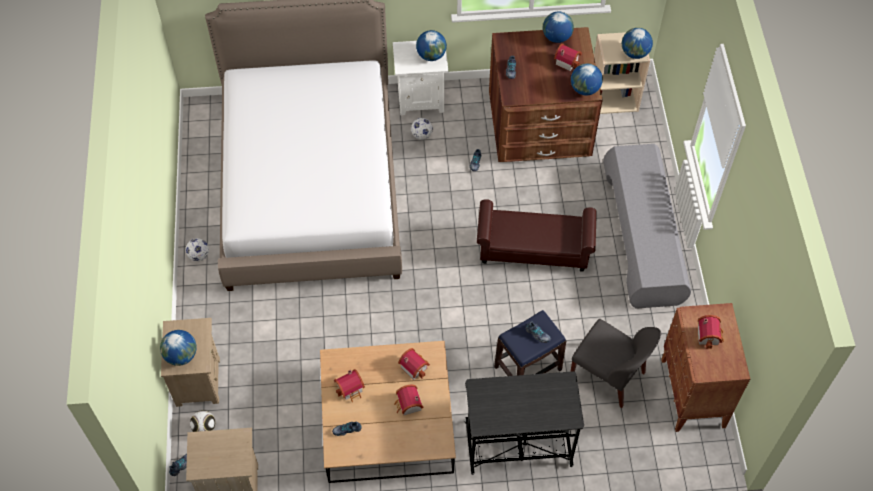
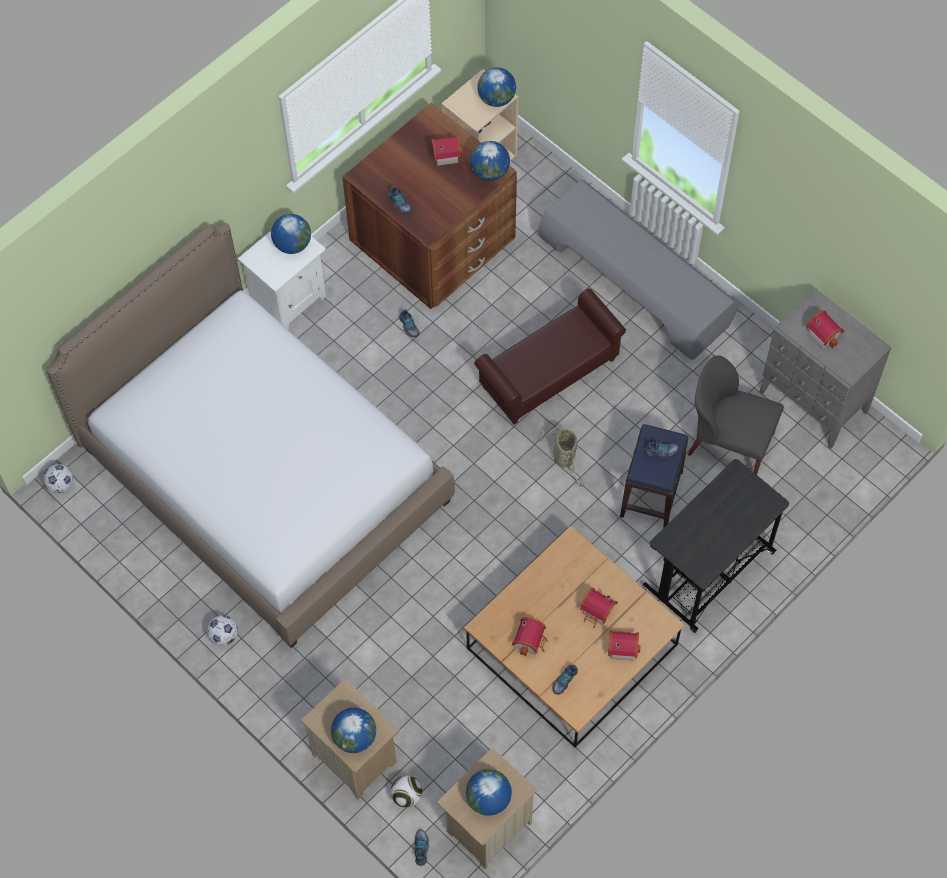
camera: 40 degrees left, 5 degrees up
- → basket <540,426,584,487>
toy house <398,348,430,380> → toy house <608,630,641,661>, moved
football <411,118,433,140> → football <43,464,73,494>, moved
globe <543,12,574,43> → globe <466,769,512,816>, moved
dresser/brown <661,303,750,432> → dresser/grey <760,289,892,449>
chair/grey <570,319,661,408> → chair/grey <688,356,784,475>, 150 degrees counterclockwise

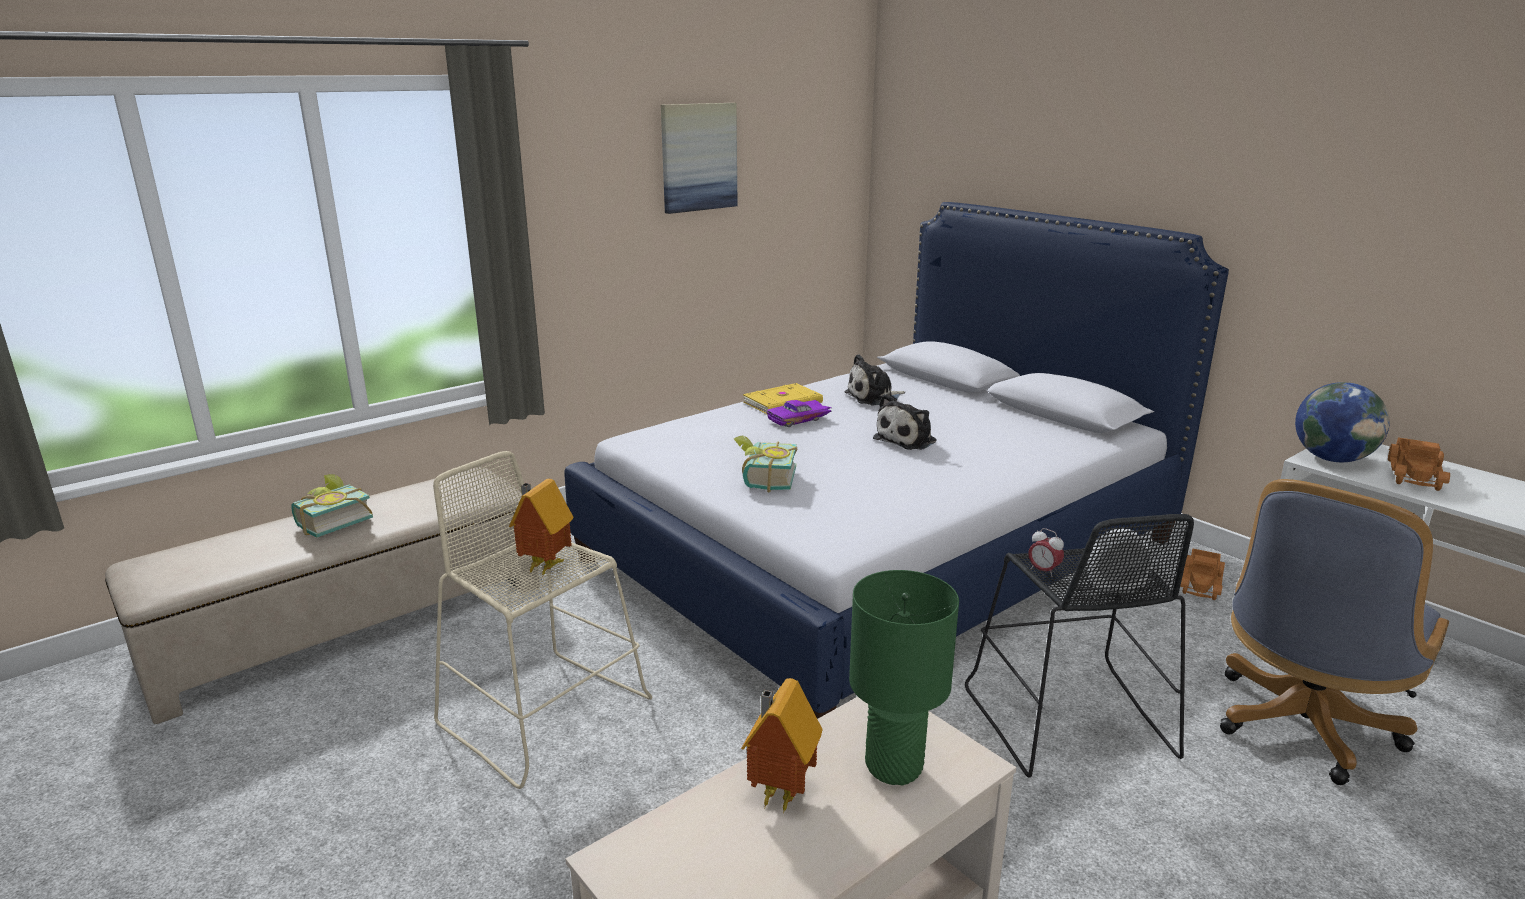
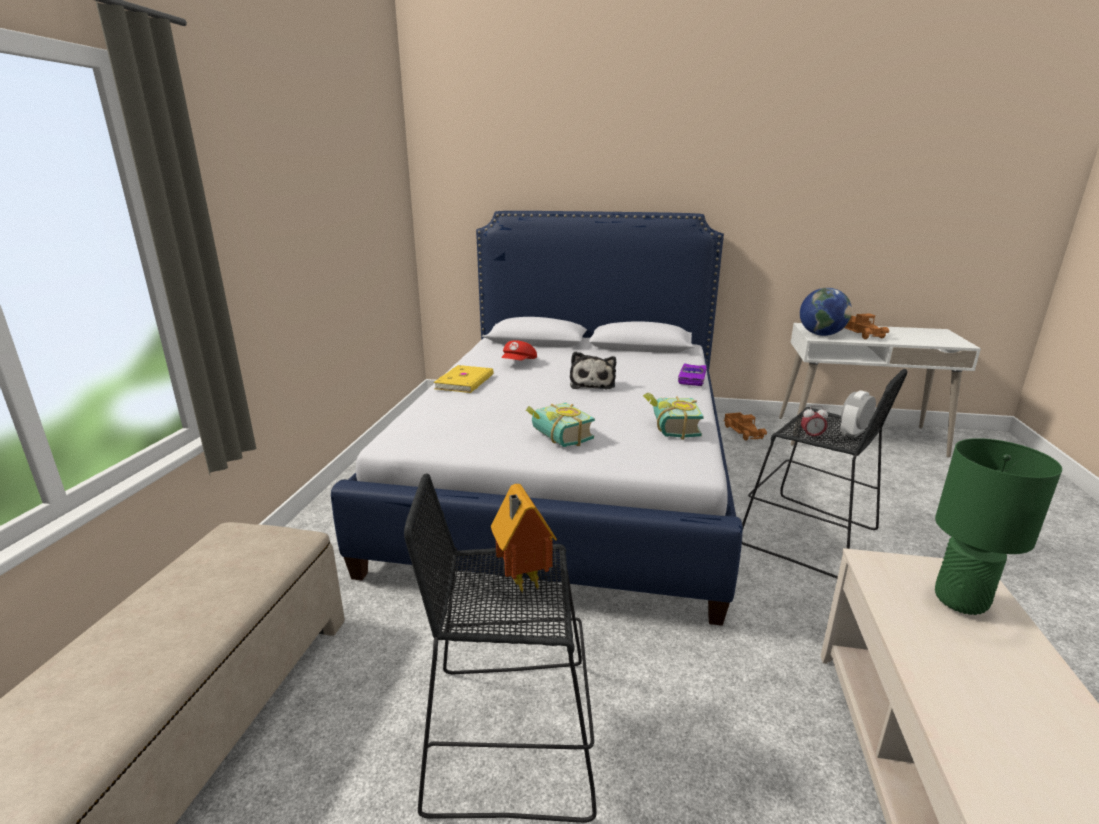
camera: 40 degrees left, 0 degrees up
picture <661,103,738,214> → -
toy house <741,678,823,814> → -
office chair/blue <1220,479,1449,785> → -
book <291,474,373,537> → book <643,393,704,440>, moved
toy car/purple <767,400,832,427> → toy car/purple <678,363,707,386>, moved
plush toy <845,354,905,405> → cap/red <501,340,537,360>
stool/beige <433,451,652,789> → stool/black <404,473,596,823>

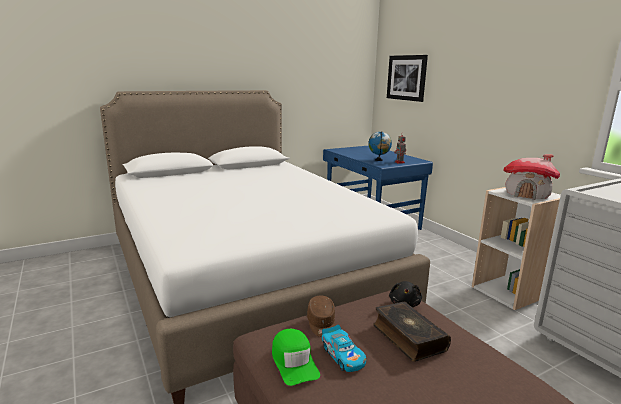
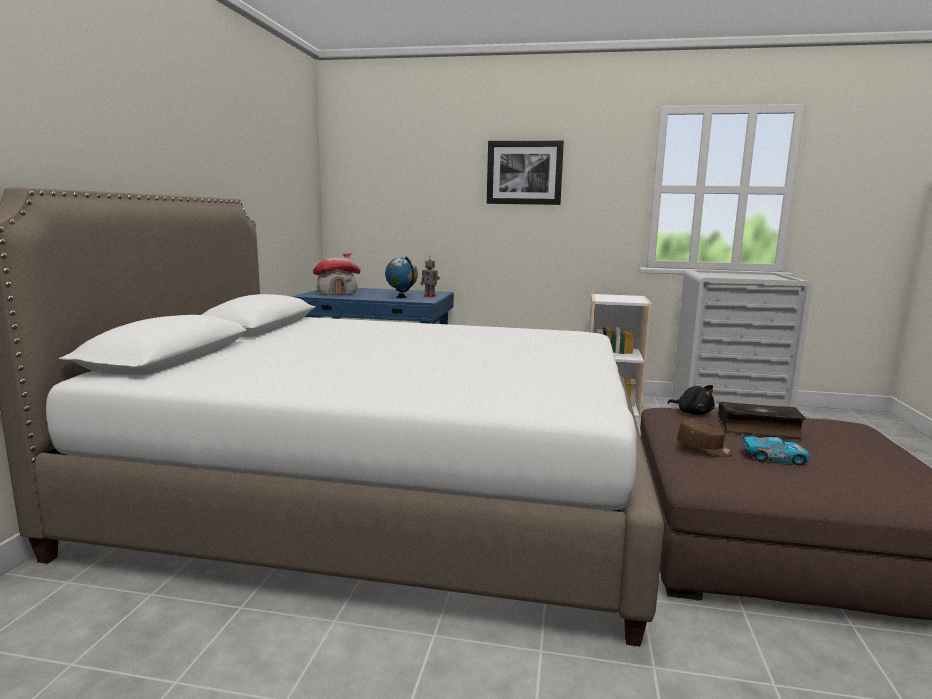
camera: 50 degrees left, 5 degrees down
cap/green <272,329,320,386> → -
picture <387,55,428,102> → picture <487,141,564,205>, moved
toy house <503,154,560,200> → toy house <313,253,360,295>, moved

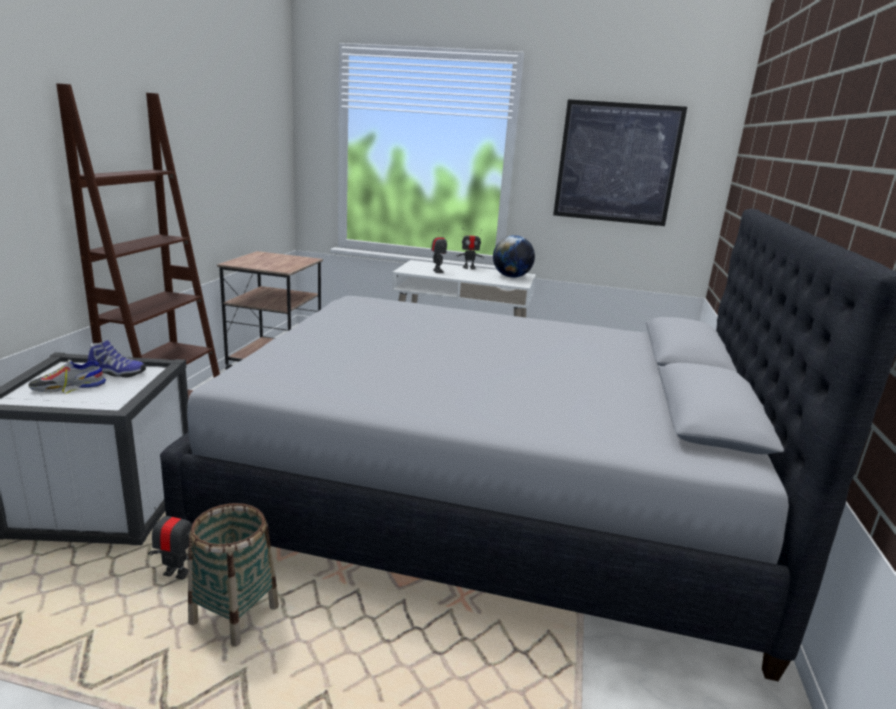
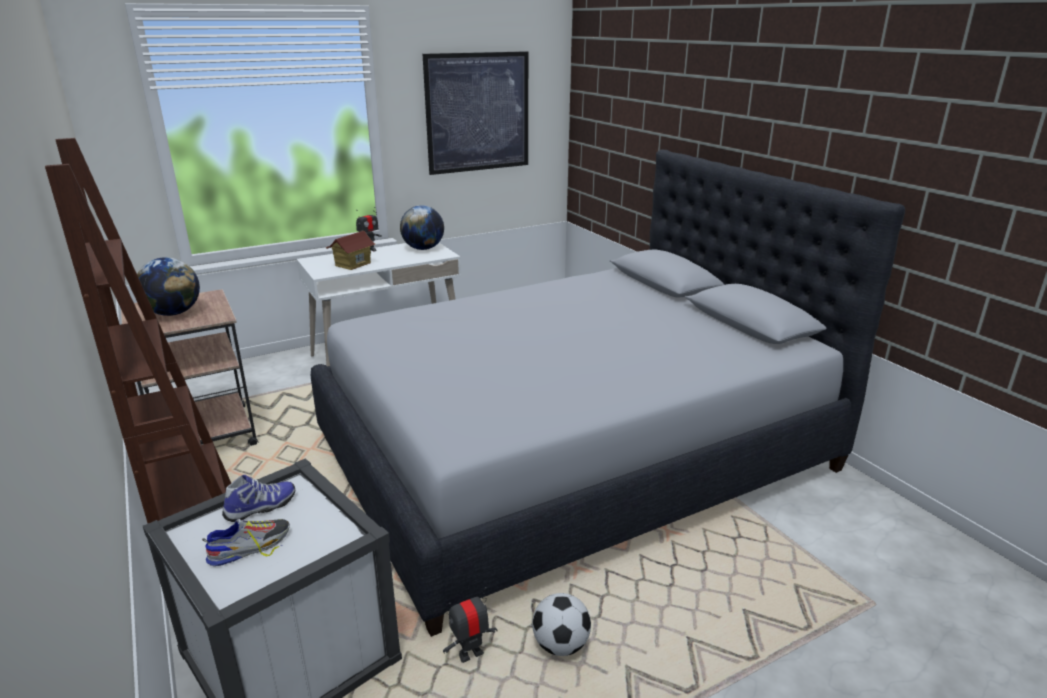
camera: 40 degrees left, 5 degrees up
- → globe <137,257,200,316>
basket <188,503,279,647> → football <532,593,591,656>
toy robot <431,232,447,273> → toy house <325,231,375,270>
shoe <29,360,106,394> → shoe <202,519,290,566>, 150 degrees counterclockwise

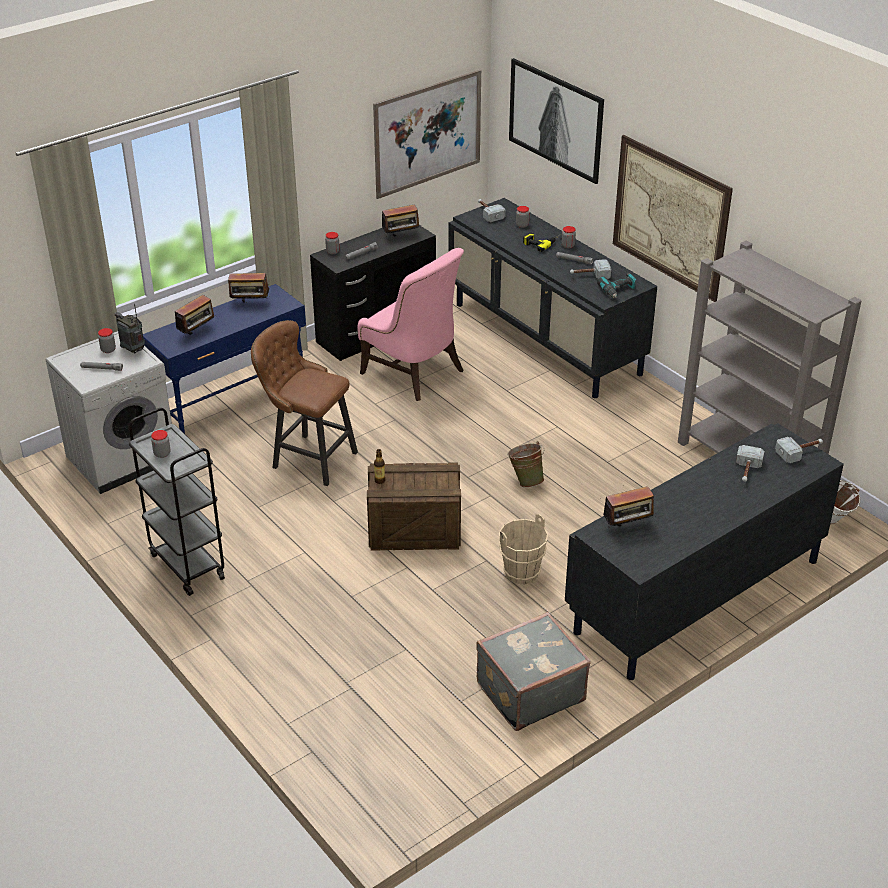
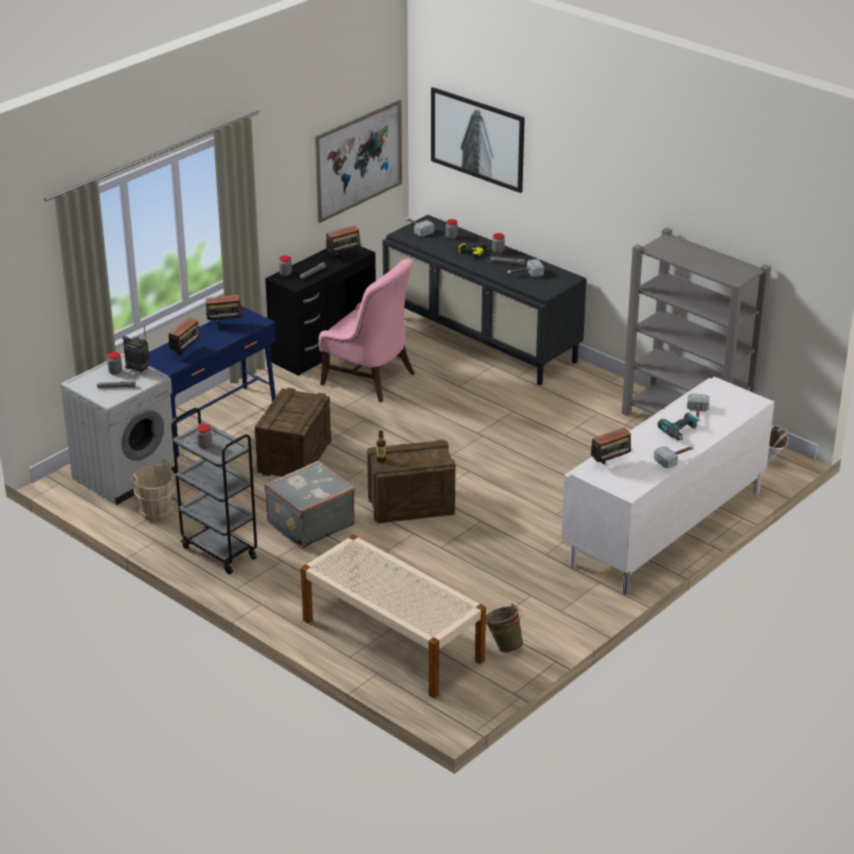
camera: 10 degrees left, 5 degrees down
picture <613,135,733,302> → -
- → bench/beige <301,534,486,698>
suitcase/grey <476,612,591,731> → suitcase/grey <264,461,355,549>, moved
bucket/beige <499,514,548,584> → bucket/beige <132,459,175,522>, moved
bucket/green <507,441,544,488> → bucket/green <486,604,524,653>, moved
power drill <597,273,636,298> → power drill <657,413,697,441>, moved
hammer <775,437,823,463> → hammer <654,445,694,468>, moved
stool/brown <251,320,358,486> → crate <254,388,331,477>
cabinet/black <565,423,844,680> → cabinet/white <561,377,774,595>

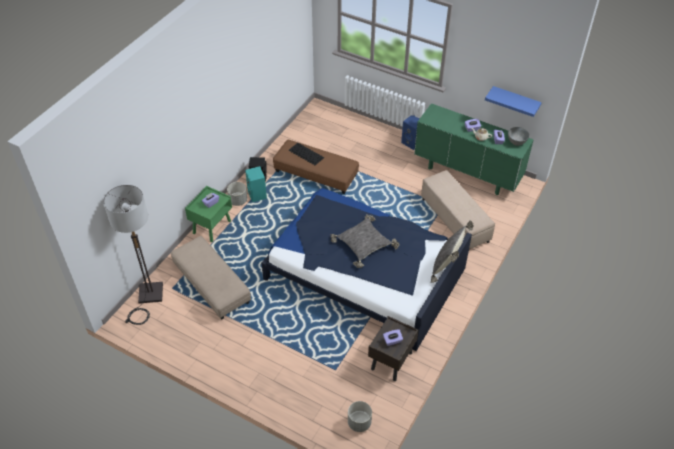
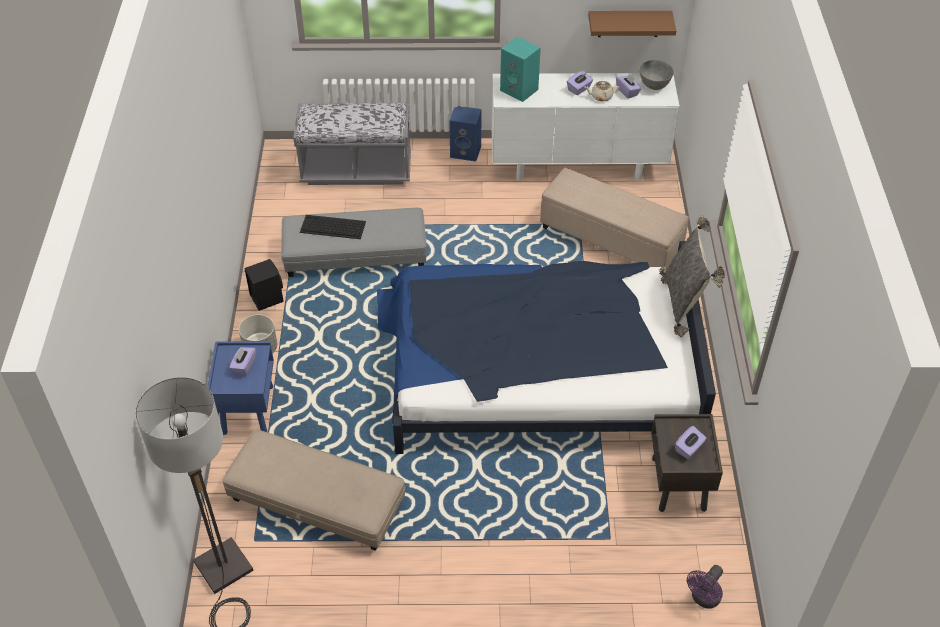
camera: 30 degrees left, 0 degrees up
pillow <330,215,400,268> → -
- → bench/grey <293,103,411,185>
speaker/turquoise <245,166,267,202> → speaker/turquoise <500,36,541,102>, moved
planter/grey <348,401,372,432> → fan/purple <687,565,723,609>
nightstand/green <185,186,232,242> → nightstand/blue <207,341,274,435>
ottoman/brown <273,140,359,194> → ottoman/grey <281,208,427,277>
dresser/green <414,103,534,195> → dresser/white <492,73,680,181>
shelf/blue <485,86,542,117> → shelf/brown <588,11,676,37>

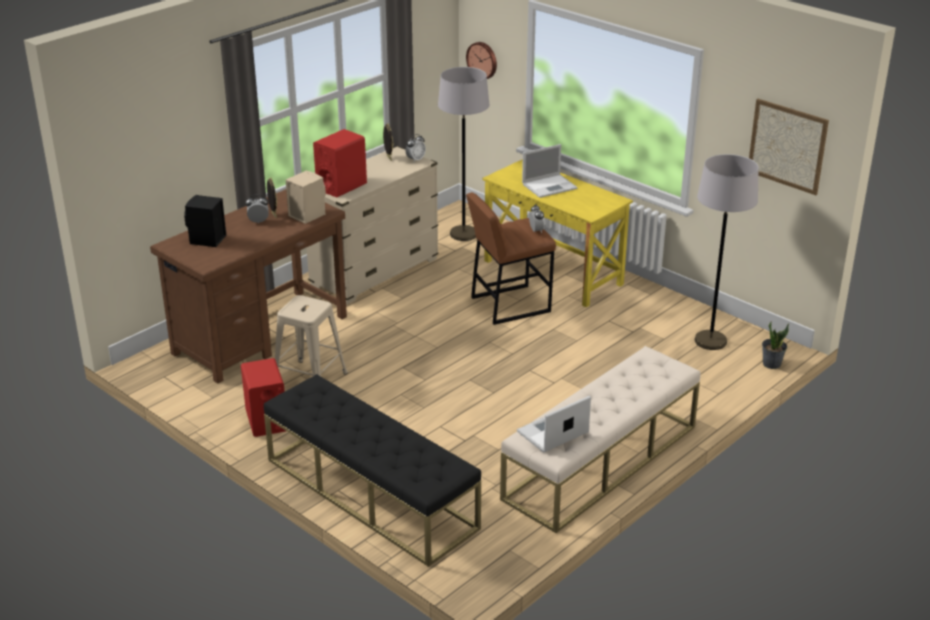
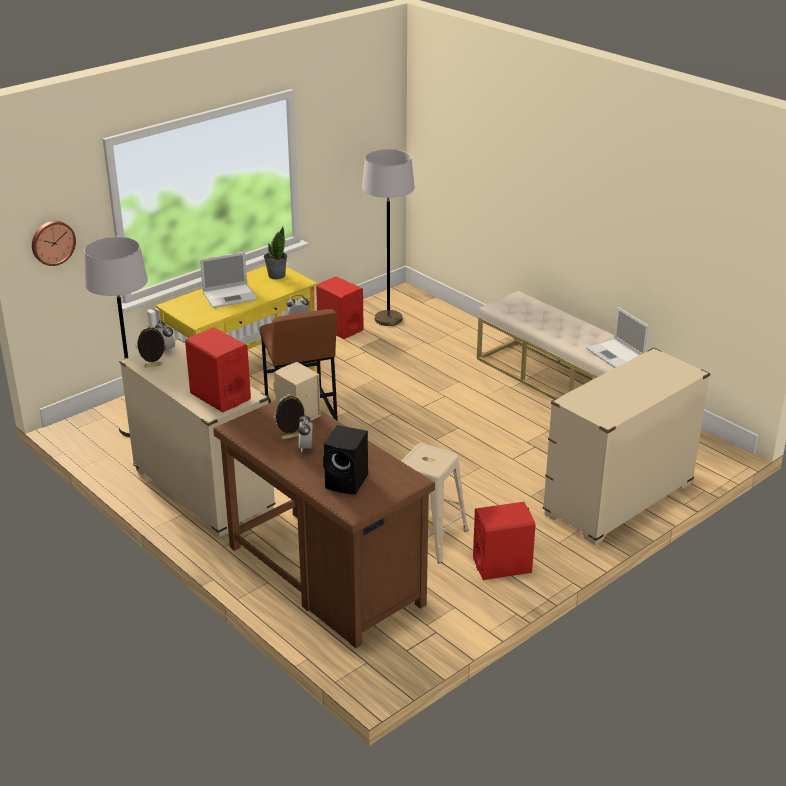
camera: 85 degrees left, 0 degrees up
picture <749,99,829,195> → -
- → speaker/red <316,276,364,339>
potted plant <762,322,789,369> → potted plant <264,227,288,279>, moved
bench/black <264,374,481,567> → dresser/beige <543,347,710,545>
laptop <522,144,578,198> → laptop <200,252,258,308>, 90 degrees clockwise

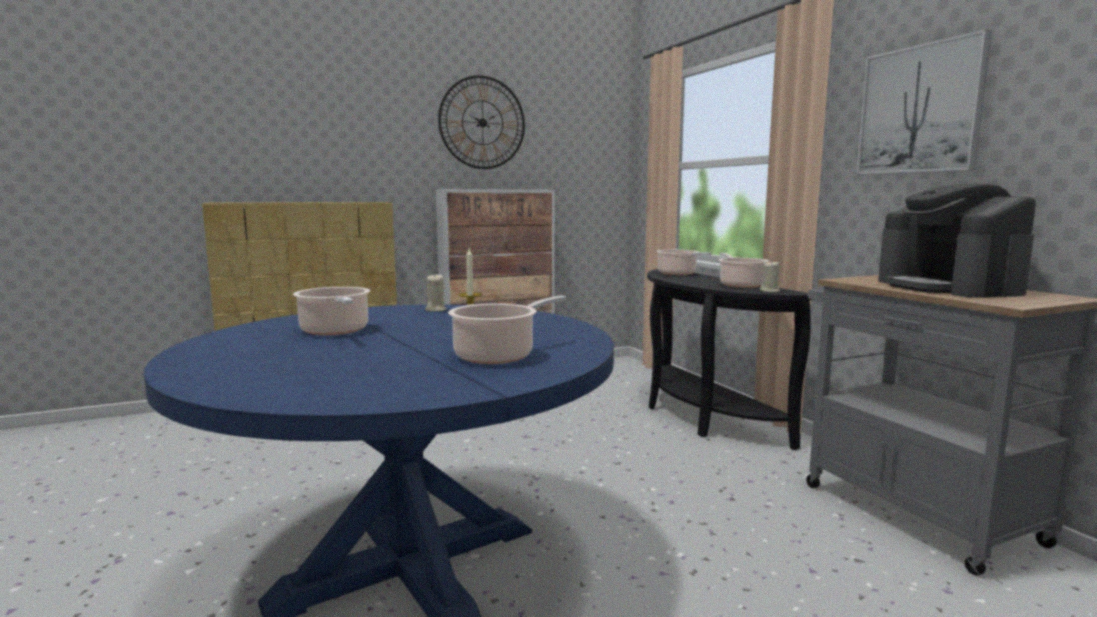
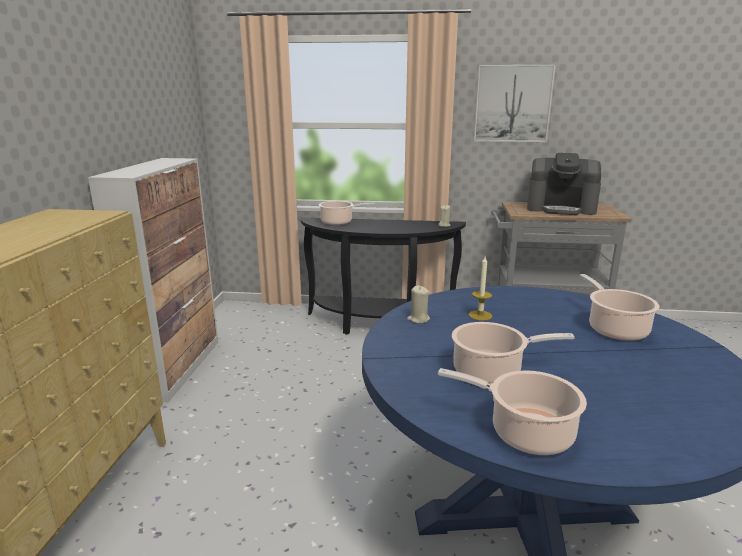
camera: 60 degrees left, 10 degrees up
wall clock <438,75,525,169> → -
cooking pot <719,253,769,288> → cooking pot <438,368,587,455>, moved

